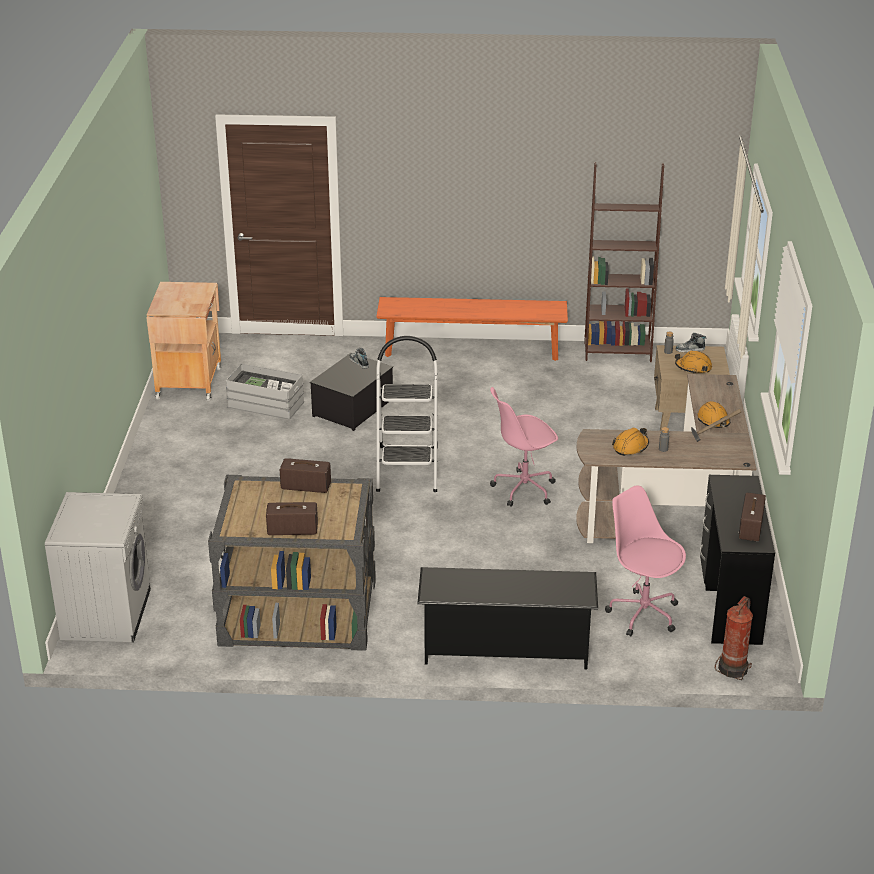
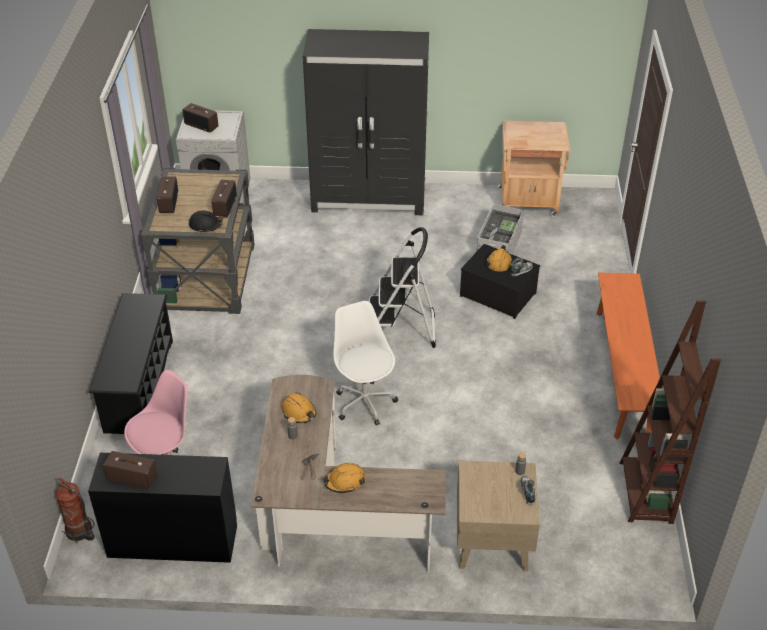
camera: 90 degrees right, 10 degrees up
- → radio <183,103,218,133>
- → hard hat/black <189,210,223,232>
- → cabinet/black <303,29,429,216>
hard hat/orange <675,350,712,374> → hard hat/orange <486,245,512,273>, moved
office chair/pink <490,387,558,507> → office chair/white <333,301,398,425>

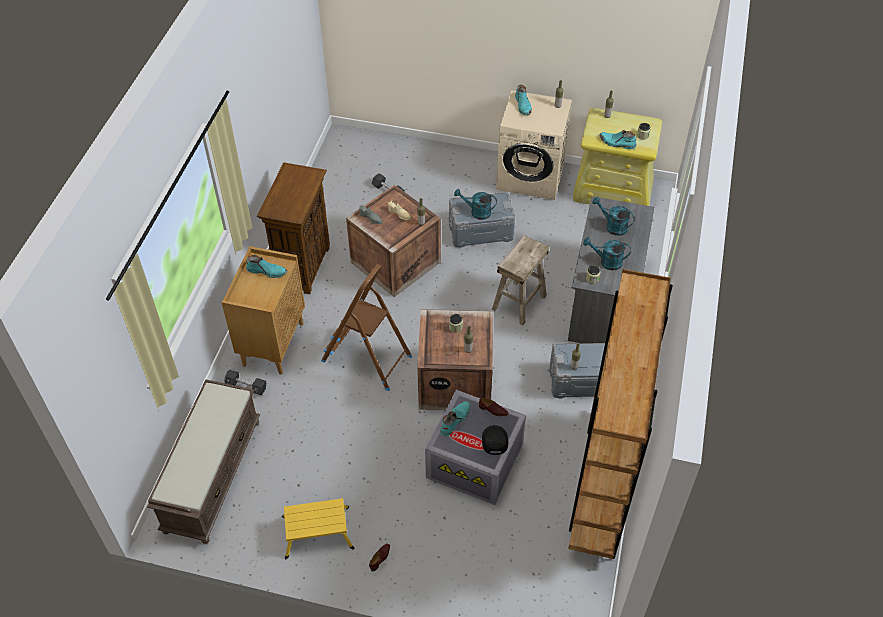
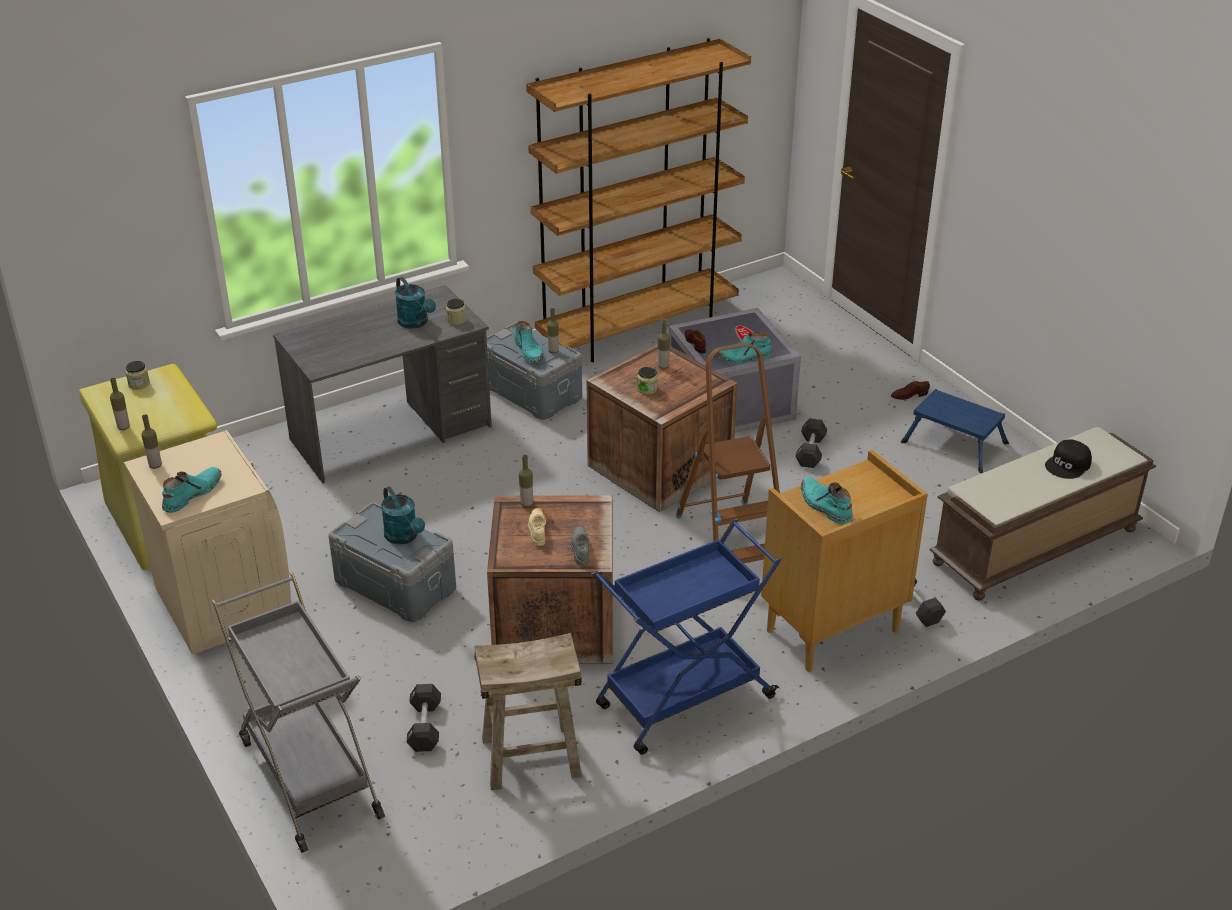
camera: 135 degrees left, 15 degrees down
watering can/turquoise <592,197,635,236> → -
- → cart/grey <212,572,385,853>
- → dumbbell/black <795,418,827,468>
cap/black <482,425,508,455> → cap/black <1045,439,1092,479>, moved
stool/beige <492,235,549,326> → stool/beige <474,633,582,790>, moved
boot/turquoise <600,130,636,149> → boot/turquoise <515,321,544,362>, moved
cabinet/brown <257,162,330,294> → cart/blue <591,518,782,755>
step ladder/yellow <282,498,354,560> → step ladder/blue <901,389,1009,473>

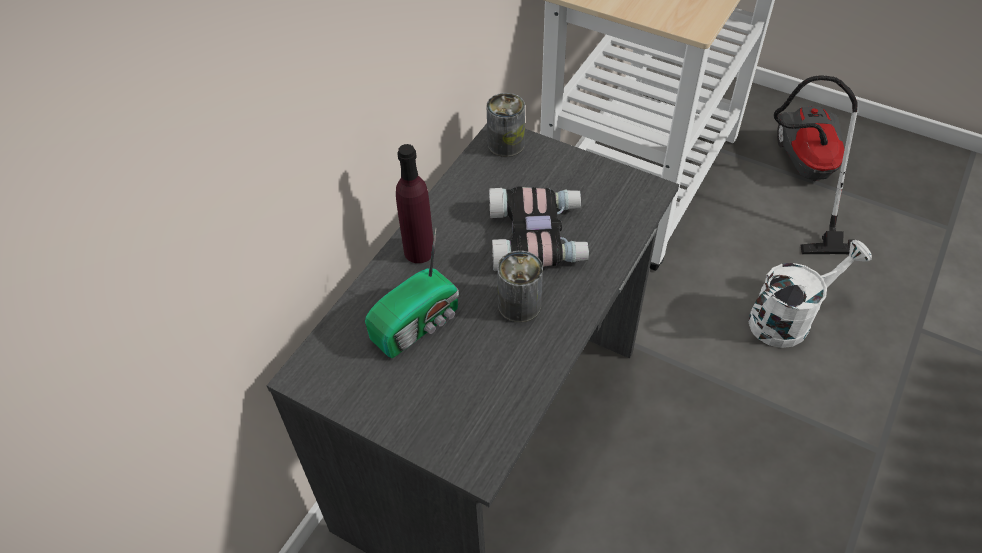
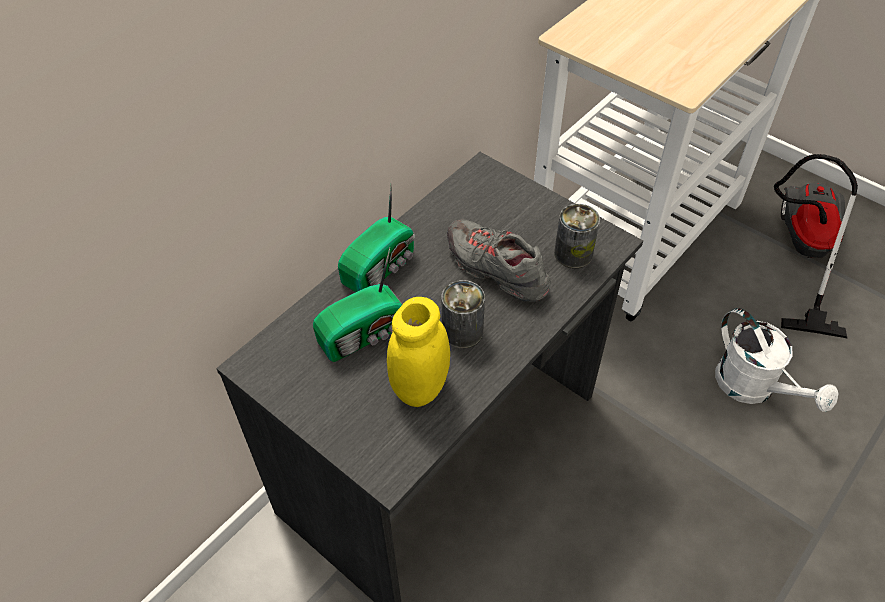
camera: 10 degrees right, 0 degrees up
- → jar/yellow <387,297,450,407>
can <487,93,525,157> → can <554,204,600,268>, moved
bottle/purple <396,144,435,263> → radio <338,178,415,292>
binoculars <489,186,589,271> → shoe/grey <447,219,551,302>
watering can/white <749,240,872,348> → watering can/white <715,308,839,412>, 75 degrees clockwise

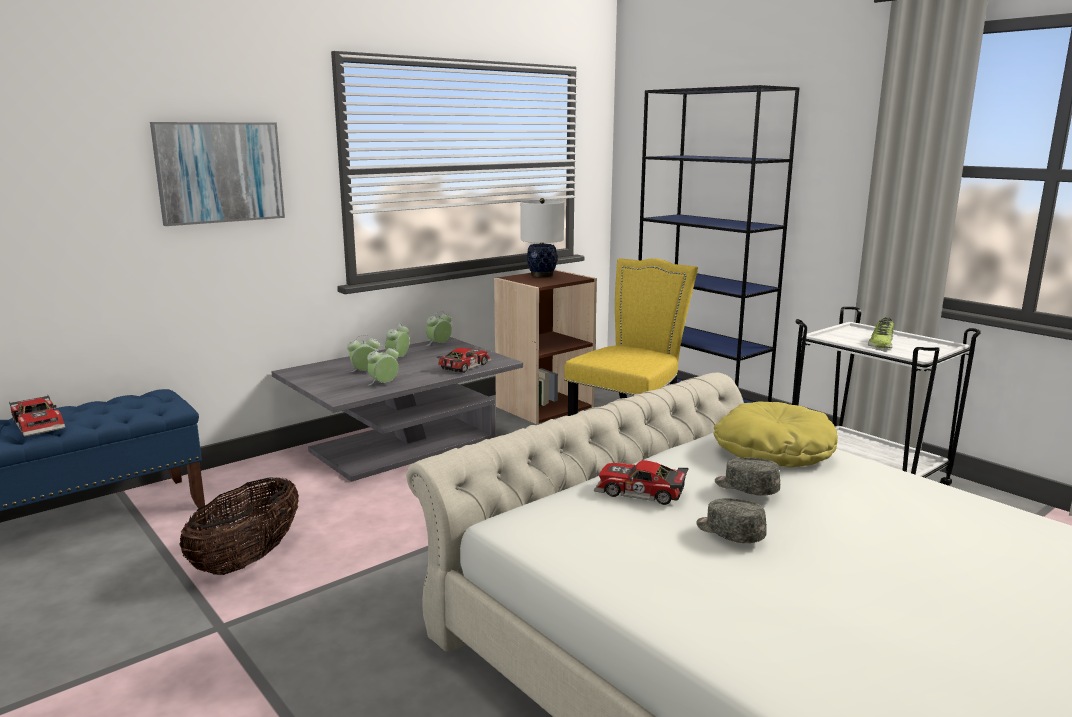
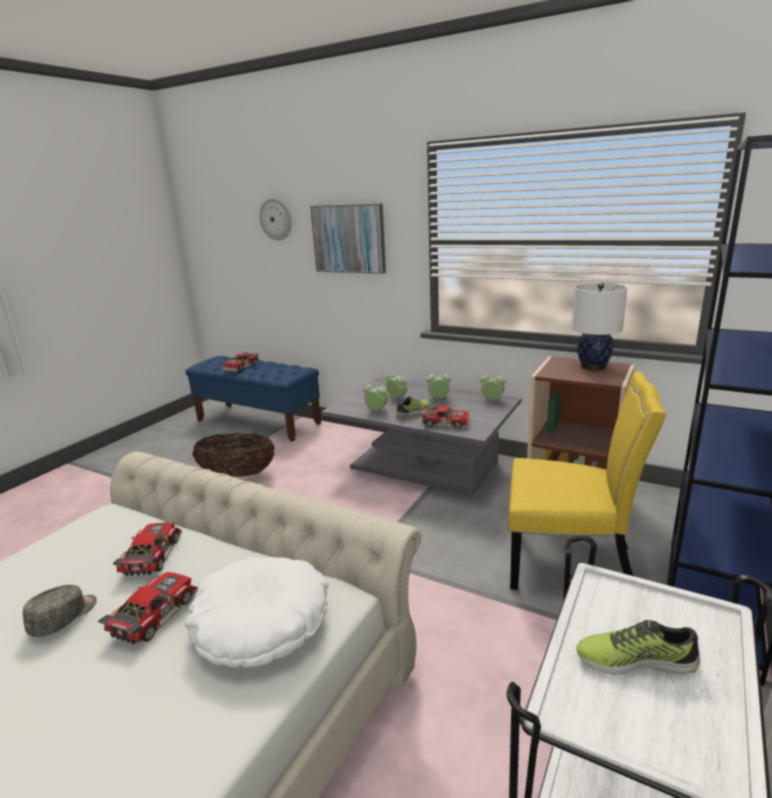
camera: 70 degrees right, 5 degrees up
- → wall clock <259,198,292,241>
- → shoe <396,396,430,419>
cap/grey <715,458,780,496> → toy car <98,572,198,644>
pillow/yellow <714,401,838,467> → pillow/white <185,557,328,667>

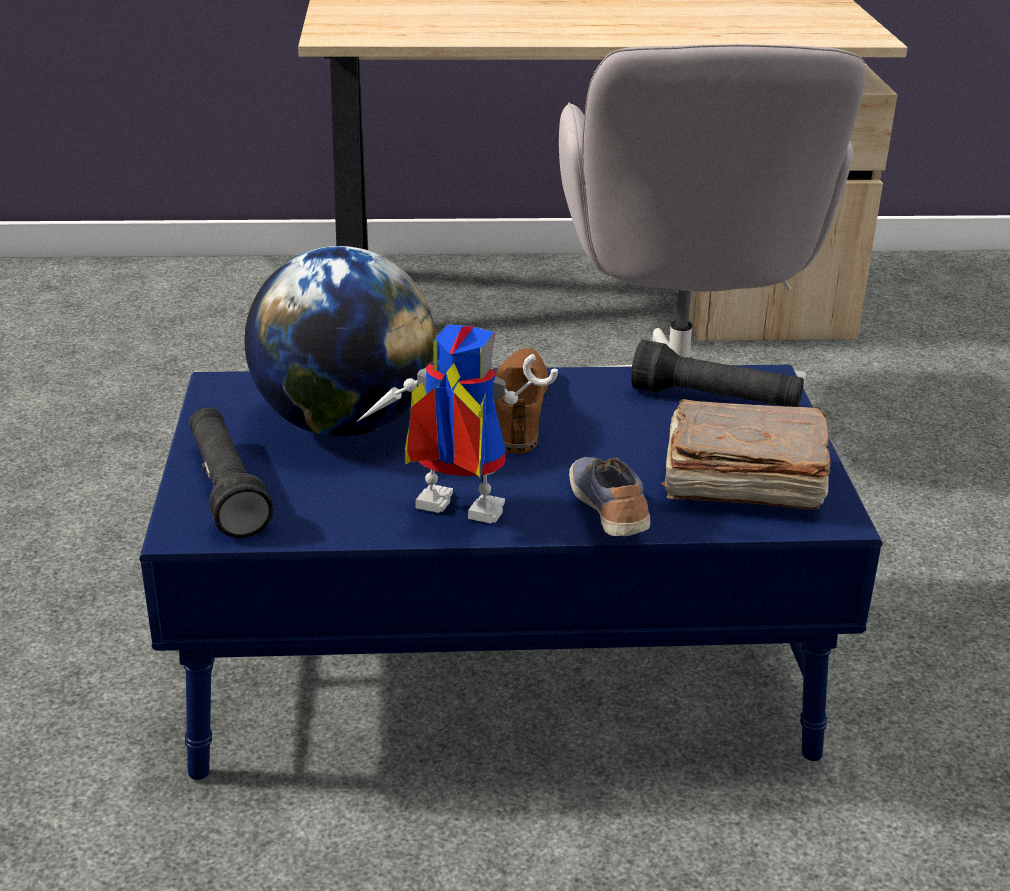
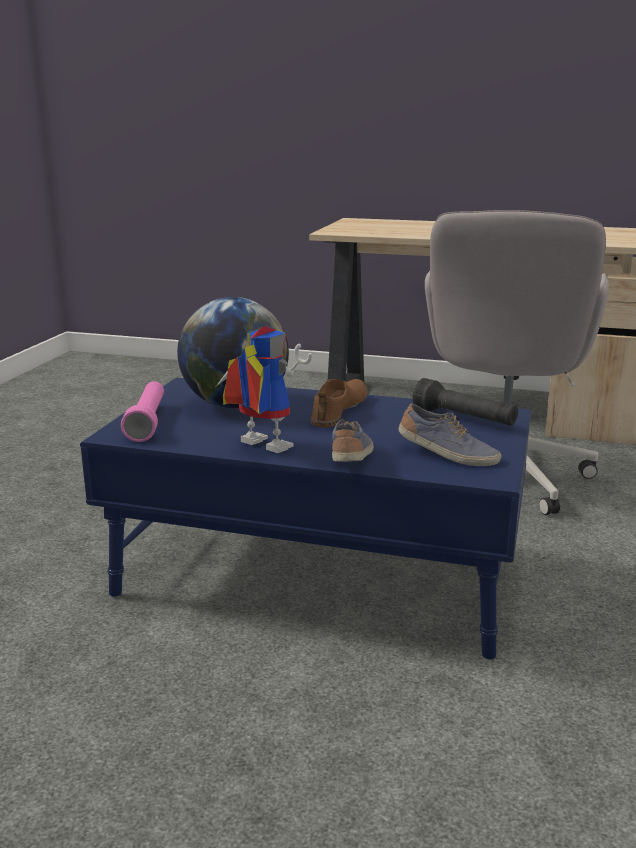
camera: 20 degrees right, 10 degrees down
book/brown <661,399,831,510> → shoe <398,403,501,466>
flashlight/black <189,407,274,538> → flashlight/pink <121,381,164,442>

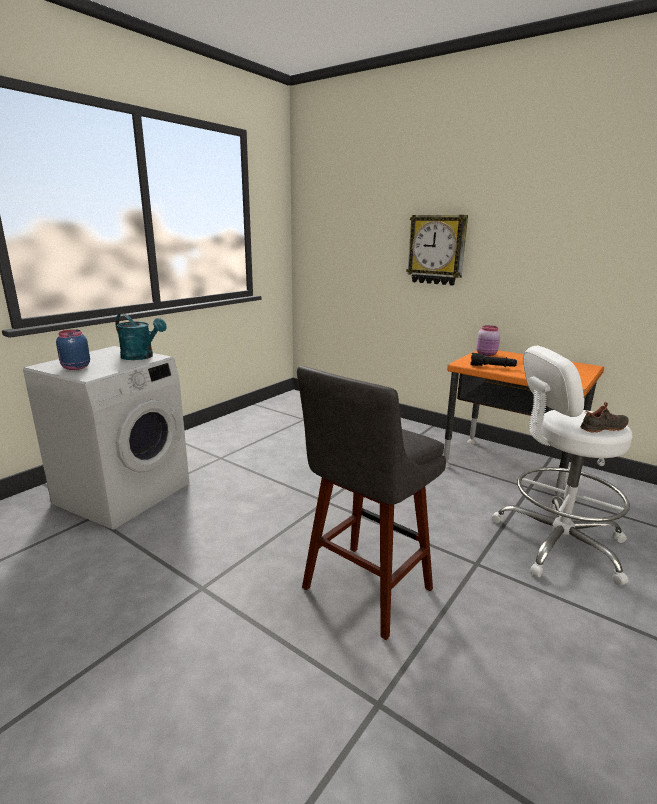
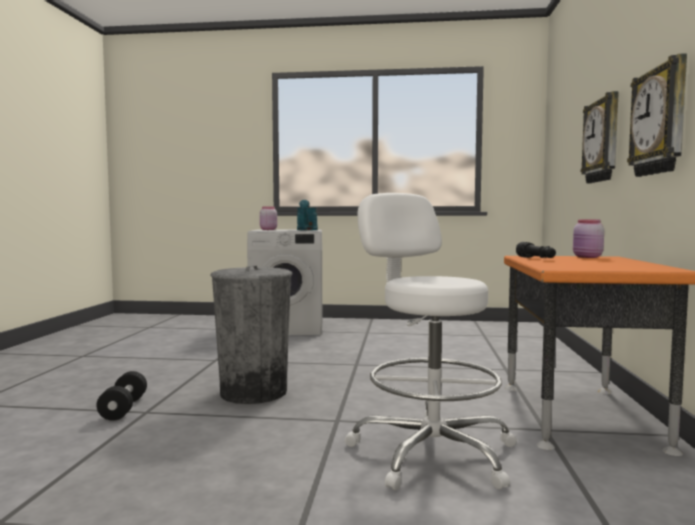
camera: 60 degrees right, 15 degrees down
shoe/black <580,402,629,433> → -
- → dumbbell/black <96,371,147,421>
- → wall clock <627,53,687,177>
stool/grey <297,366,446,640> → trash can/grey <210,266,292,404>
jar/blue <56,329,90,370> → jar/pink <260,206,277,230>

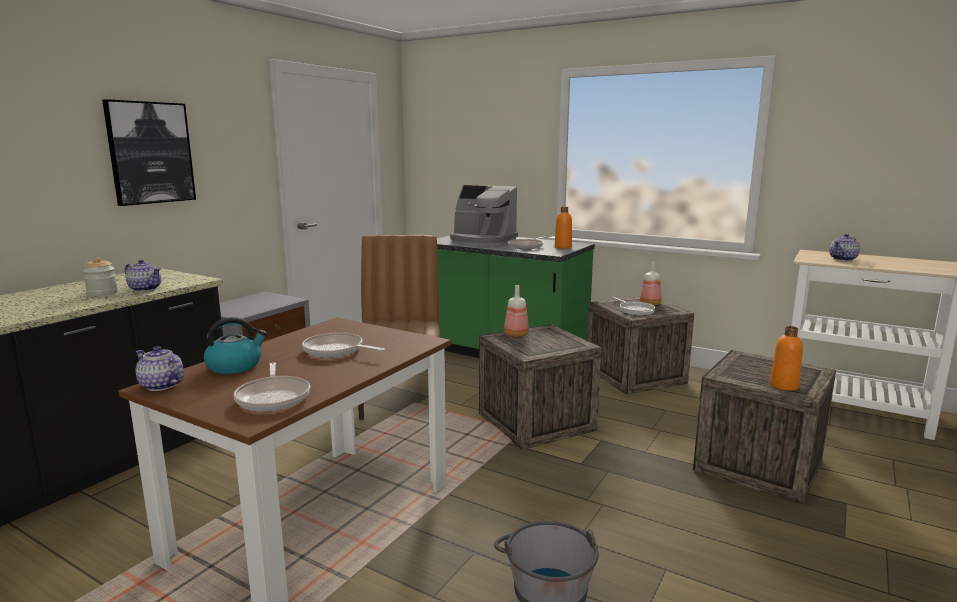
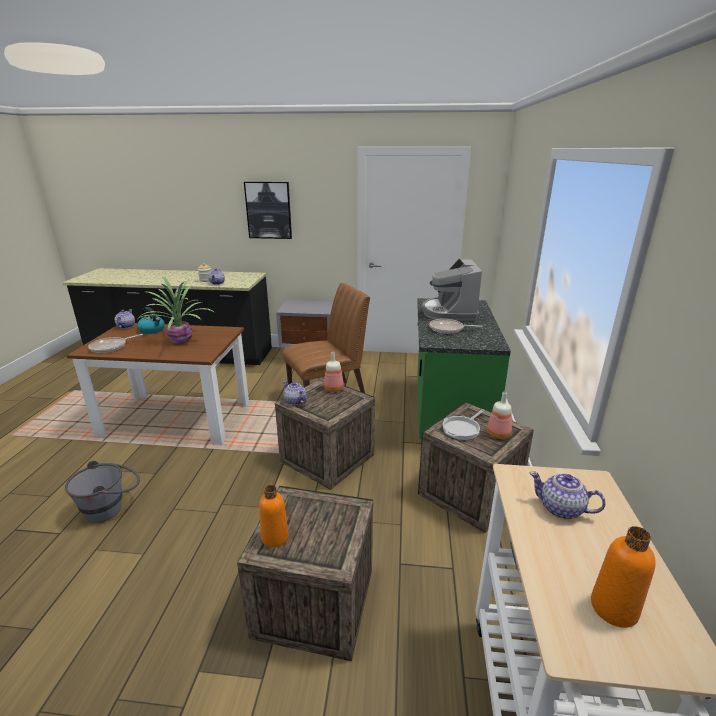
camera: 65 degrees right, 10 degrees up
- → teapot <283,381,307,405>
bottle/orange <555,207,572,249> → bottle/orange <591,526,656,628>, moved
frying pan <302,332,385,357> → potted plant <139,277,215,344>

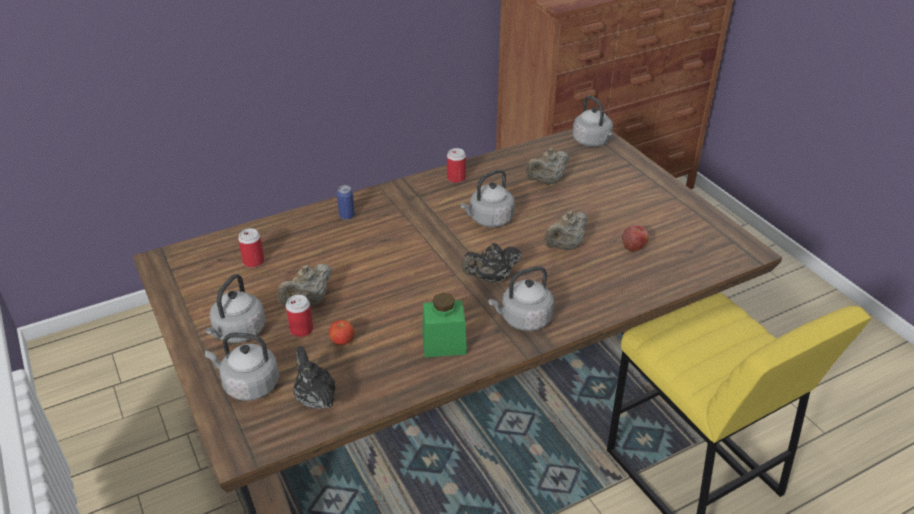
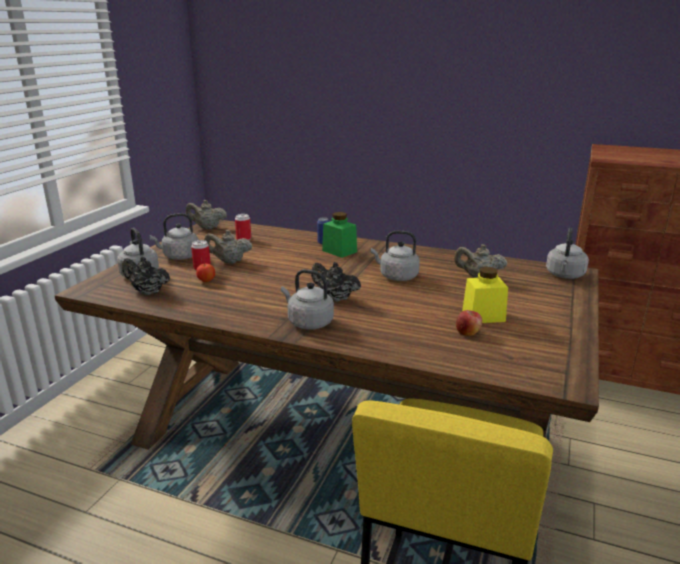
camera: 50 degrees right, 15 degrees down
can <447,148,466,183> → -
- → jar/yellow <462,267,508,323>
jar/green <422,293,467,357> → jar/green <322,212,357,258>, moved
teapot/beige <544,211,587,250> → teapot/beige <186,200,227,229>, moved
teapot/black <293,347,335,409> → teapot/black <122,257,170,295>, 90 degrees counterclockwise

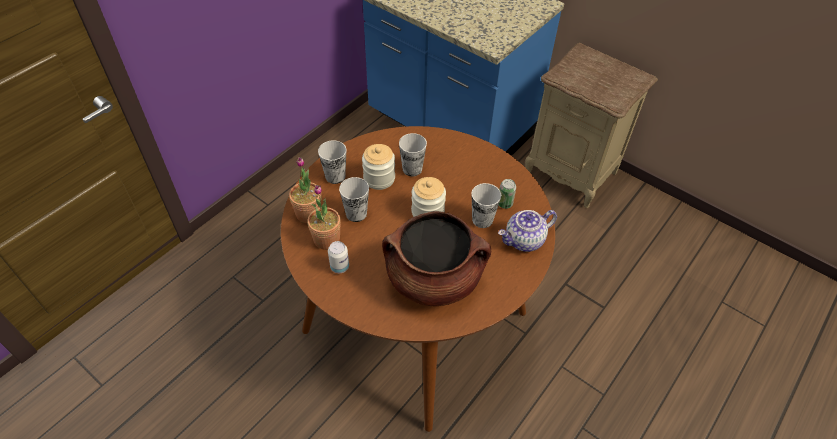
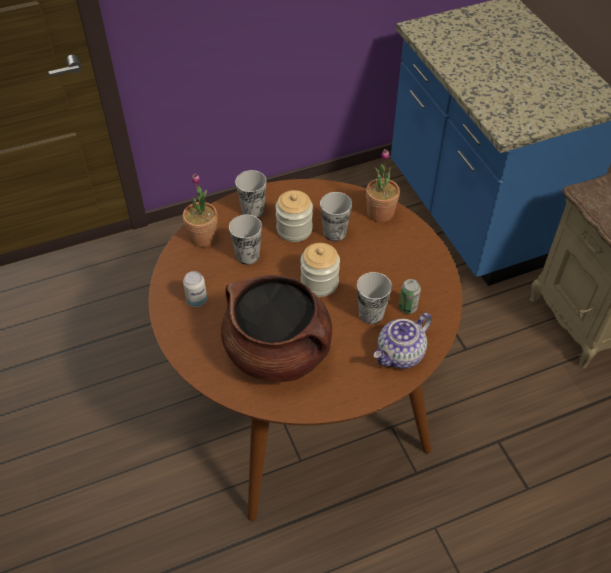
camera: 30 degrees right, 0 degrees up
potted plant <307,185,341,250> → potted plant <366,149,400,223>, moved
teapot <498,210,557,252> → teapot <373,313,432,369>, 45 degrees counterclockwise

